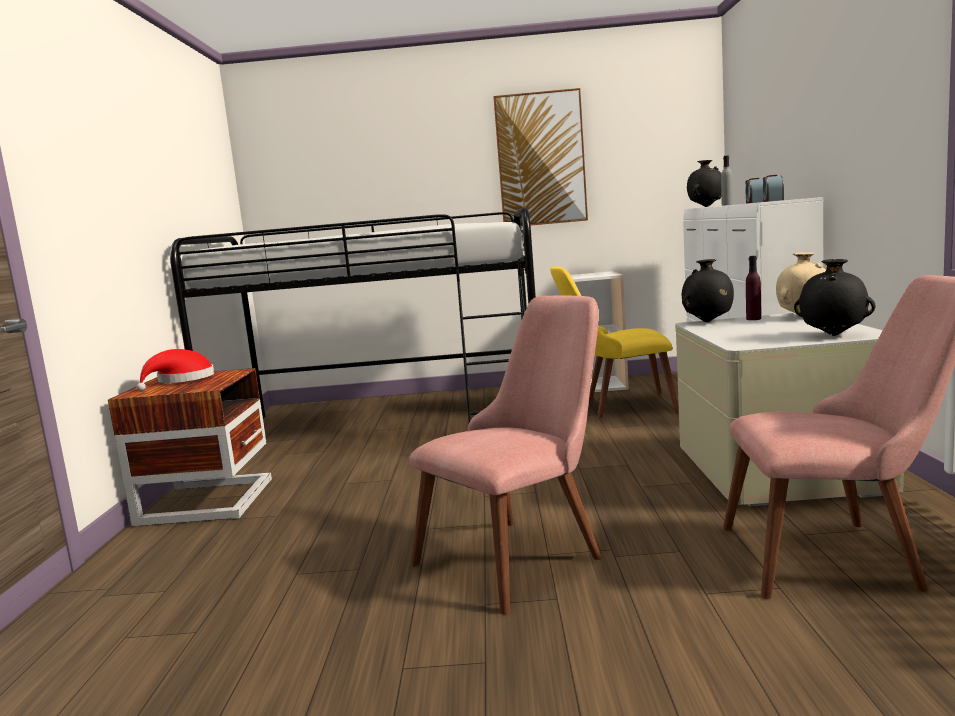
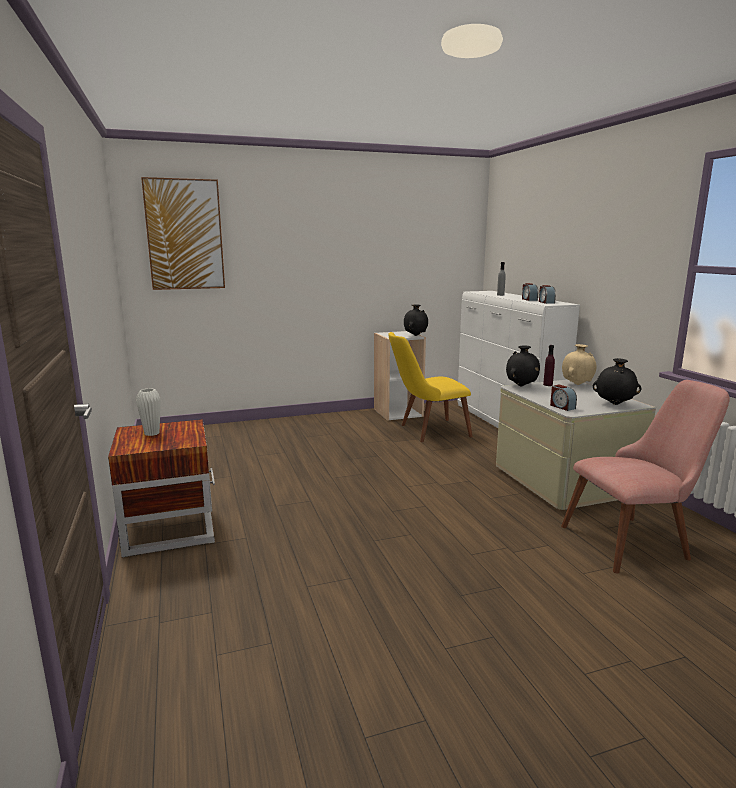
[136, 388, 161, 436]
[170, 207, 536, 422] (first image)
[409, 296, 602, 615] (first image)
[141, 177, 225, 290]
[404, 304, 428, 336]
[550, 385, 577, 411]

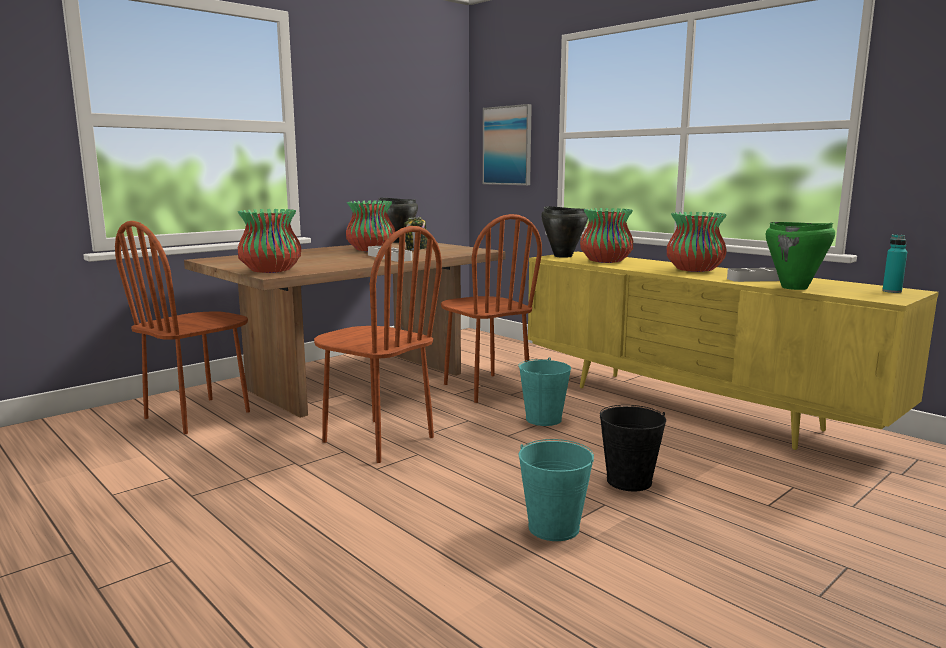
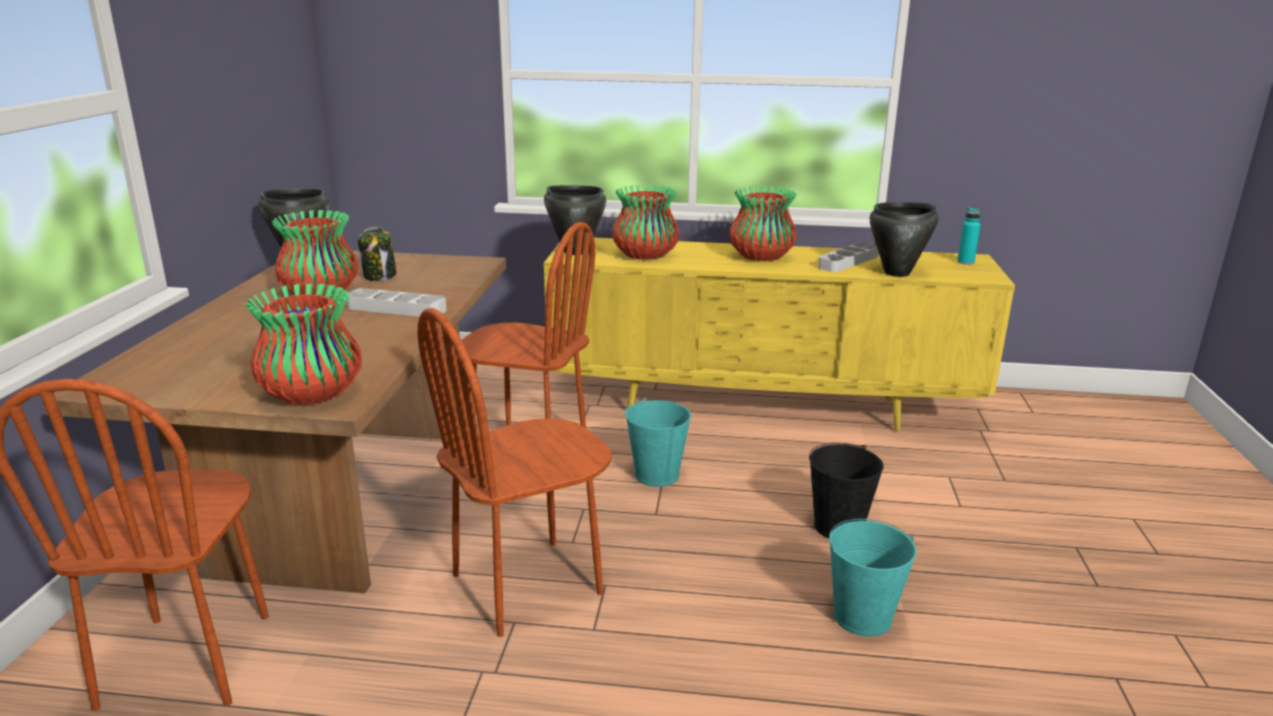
[417, 308, 611, 637]
[483, 104, 532, 185] (first image)
[870, 202, 938, 277]

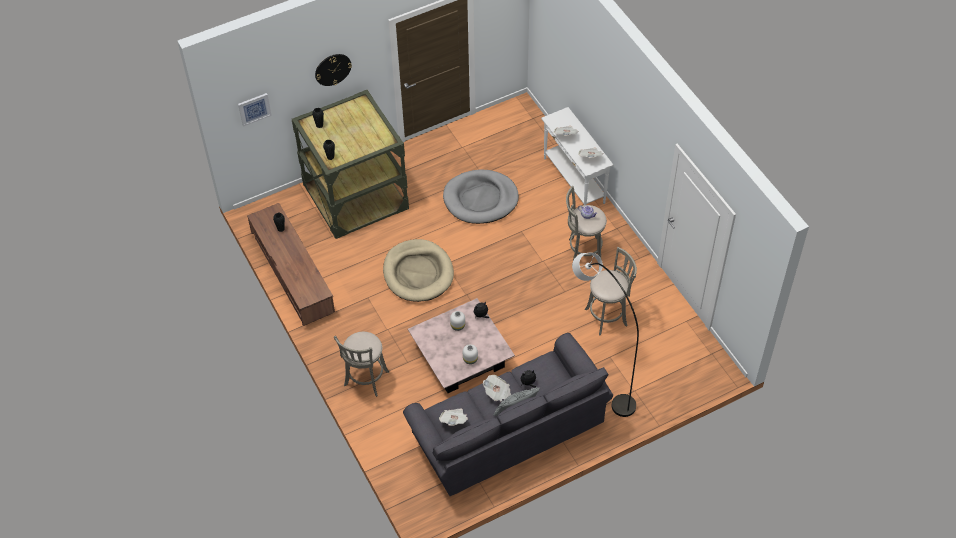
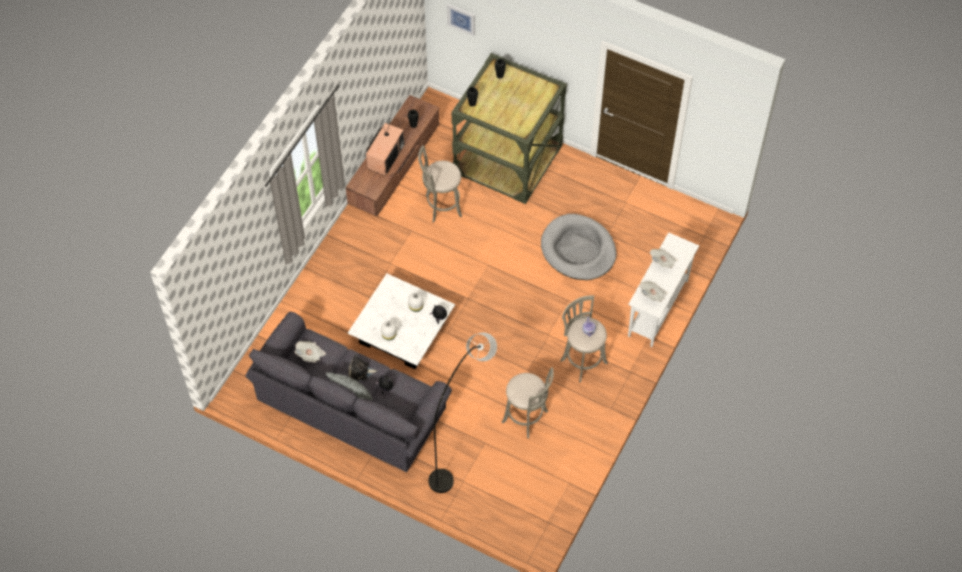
[315, 54, 352, 86] (first image)
[418, 145, 462, 223]
[383, 239, 454, 302] (first image)
[348, 274, 455, 369]
[348, 354, 377, 381]
[366, 111, 405, 176]

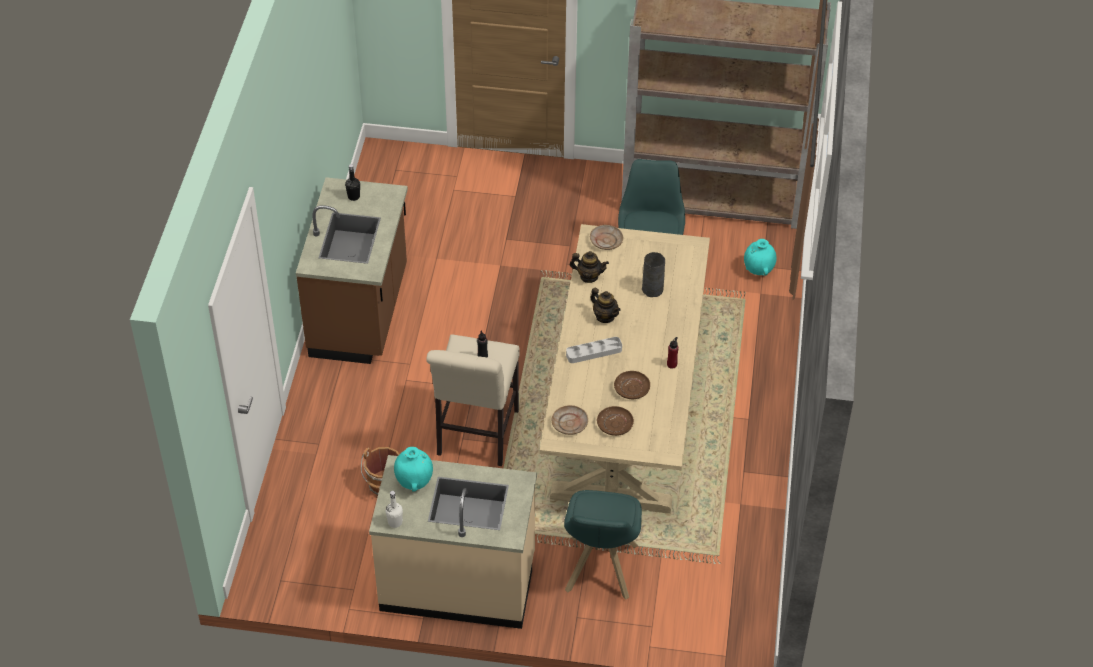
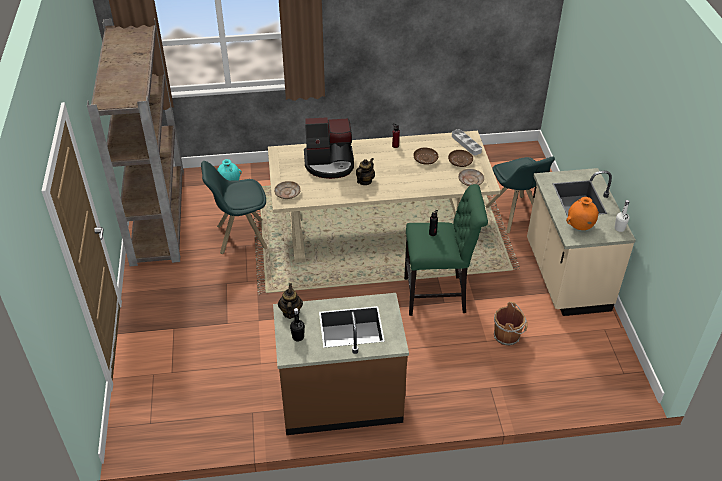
[566, 197, 599, 230]
[404, 184, 488, 316]
[485, 157, 555, 233]
[452, 129, 482, 155]
[278, 283, 303, 319]
[304, 117, 354, 179]

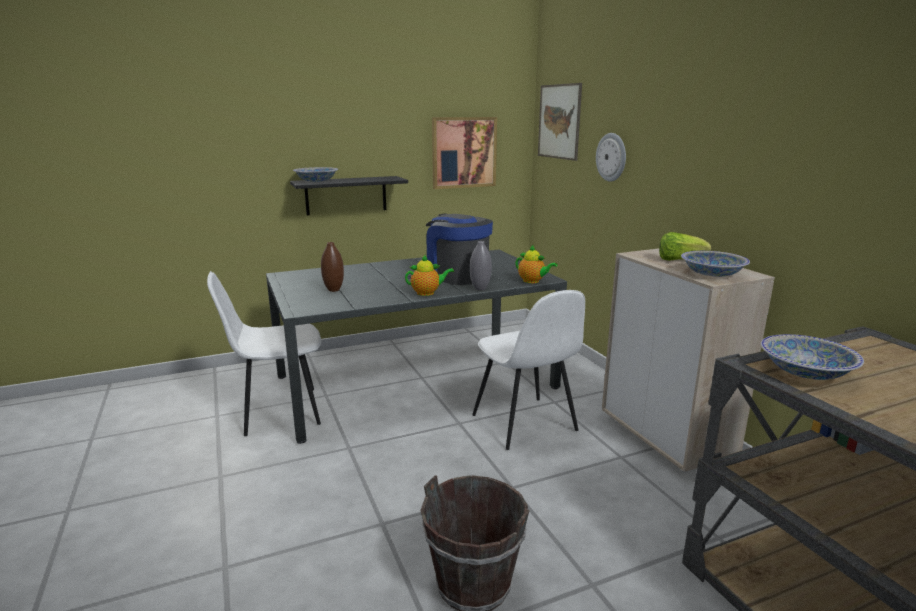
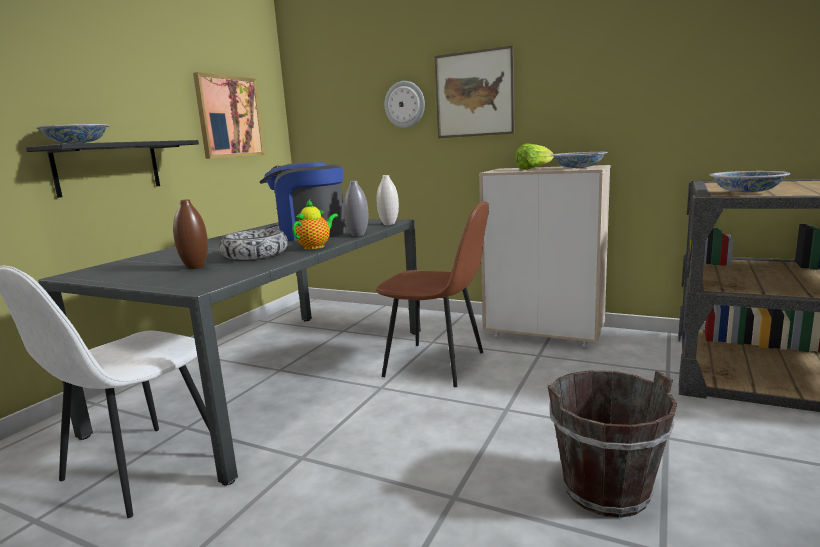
[376, 201, 489, 387]
[376, 175, 399, 225]
[435, 45, 515, 138]
[219, 229, 288, 260]

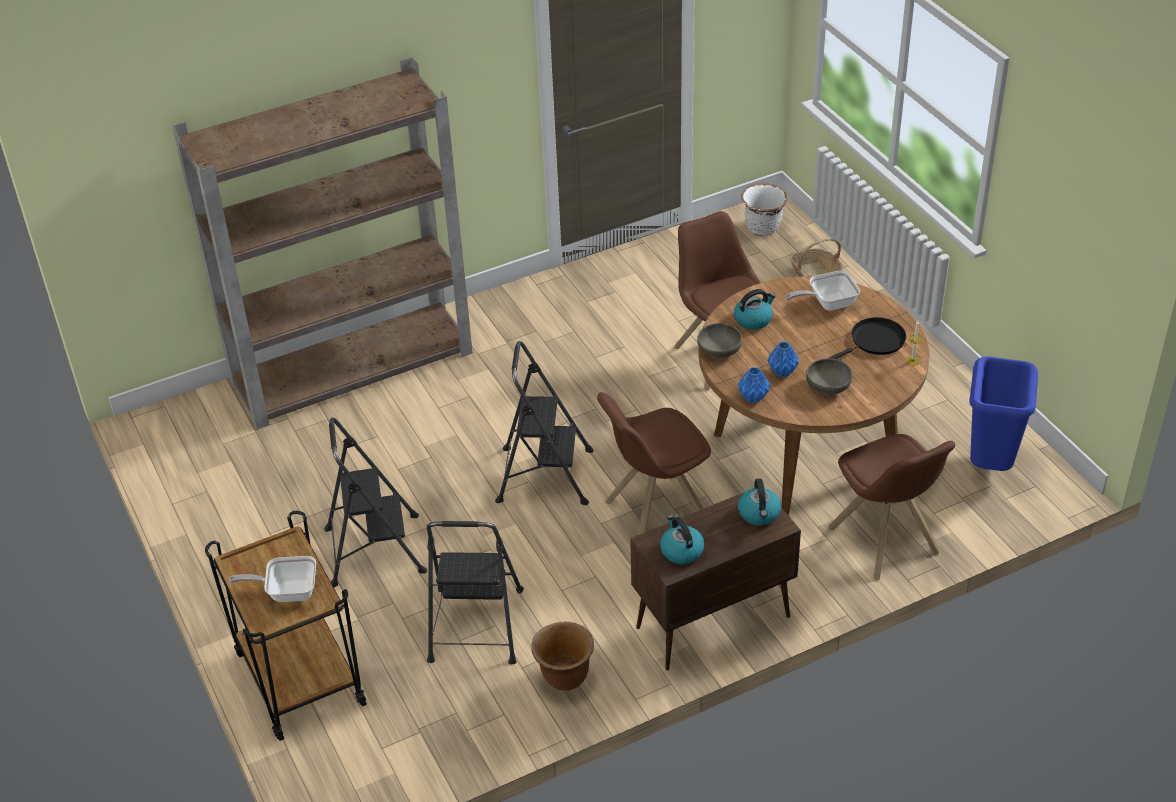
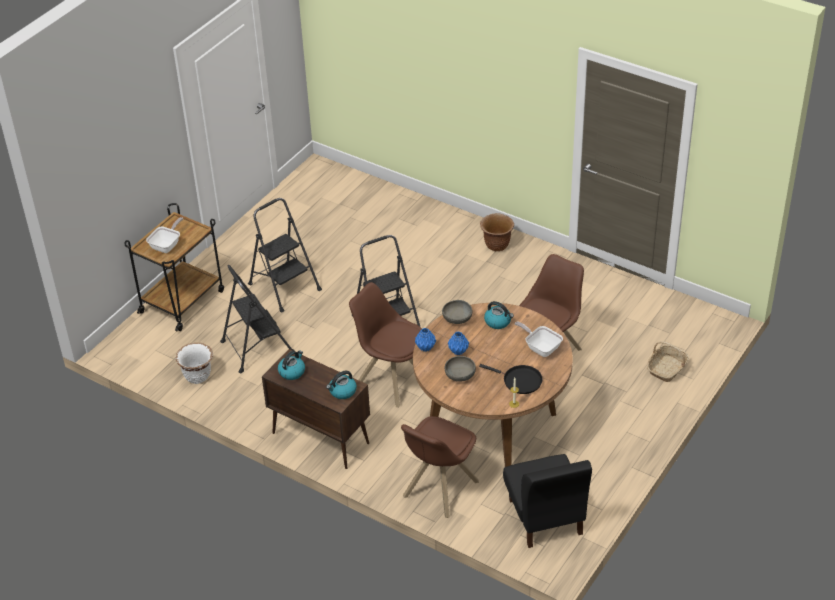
[172, 57, 473, 429] (first image)
[146, 217, 183, 253]
[480, 213, 514, 251]
[176, 343, 213, 384]
[503, 454, 592, 548]

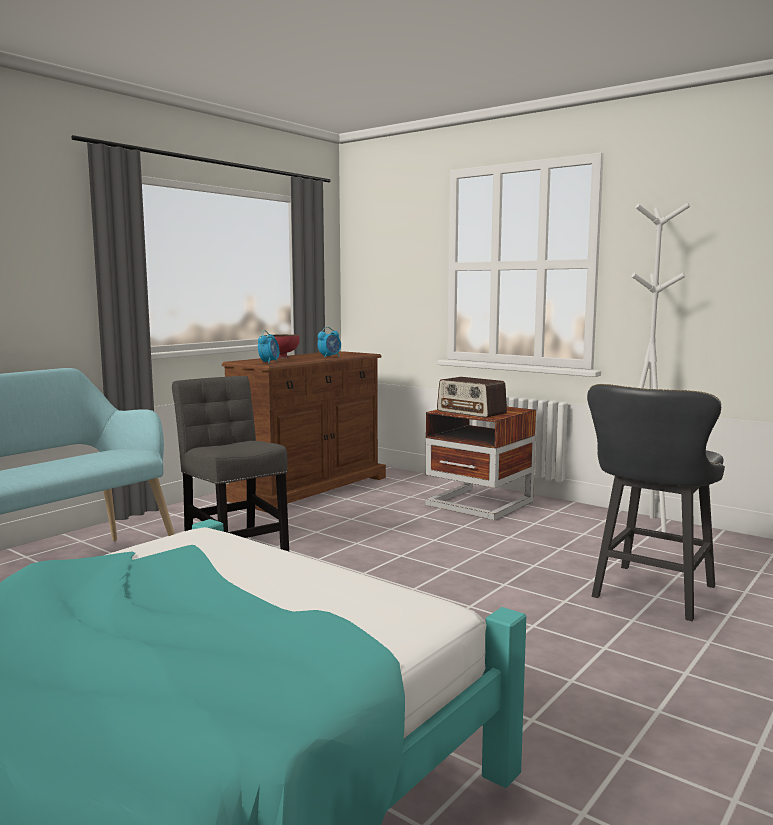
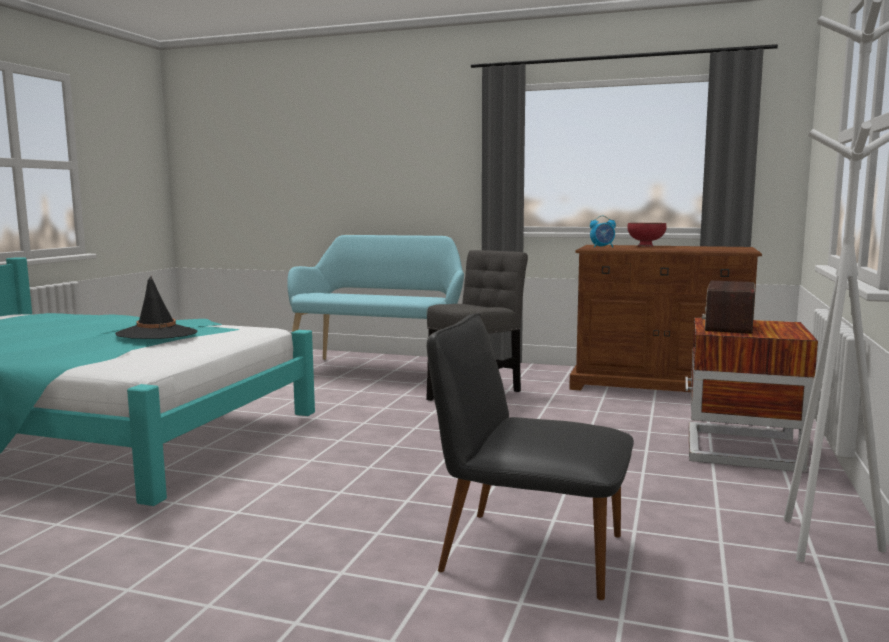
[318, 327, 341, 358] (first image)
[427, 313, 634, 600]
[115, 276, 198, 339]

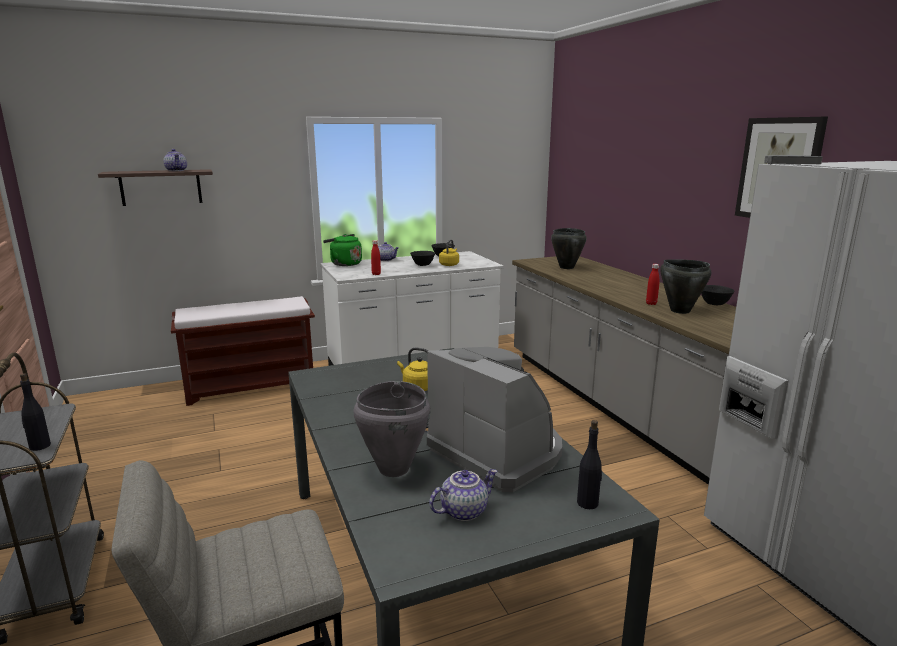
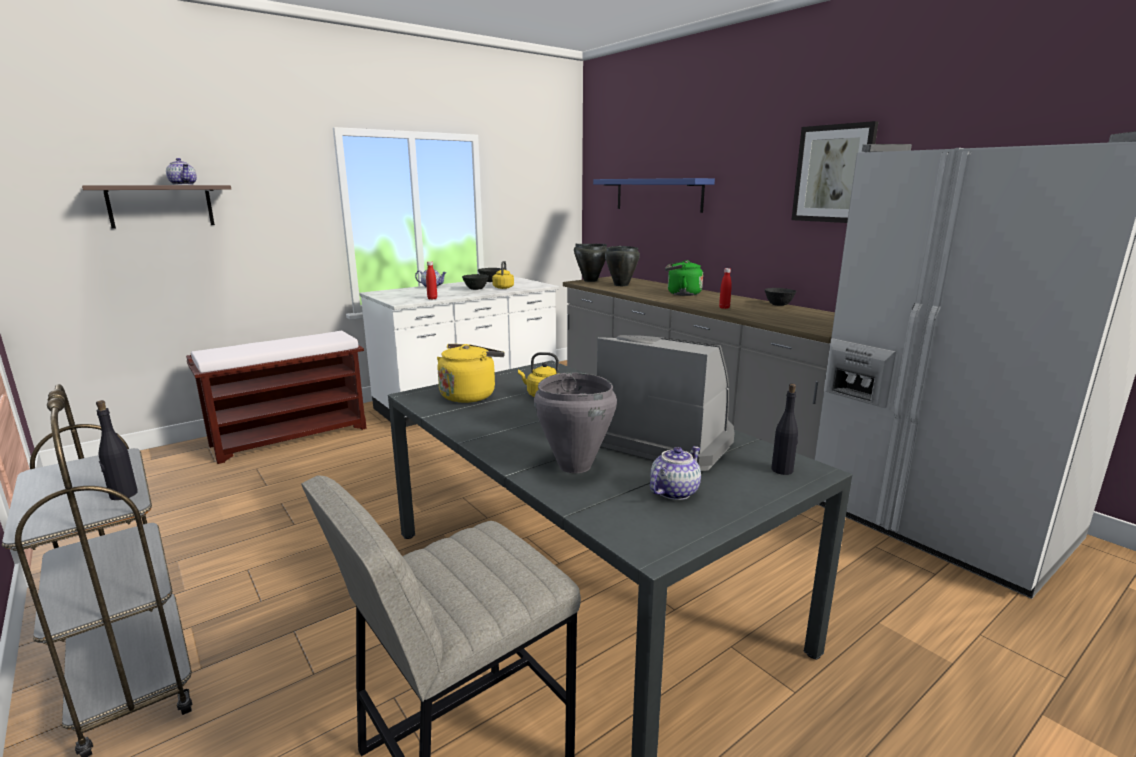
[665, 260, 703, 296]
[574, 244, 607, 282]
[437, 344, 505, 403]
[593, 178, 715, 213]

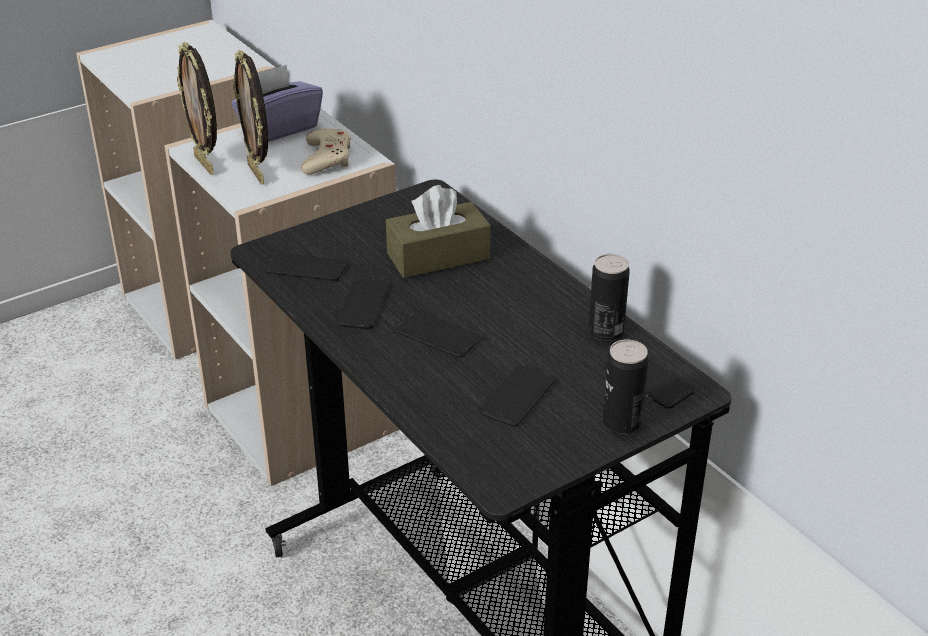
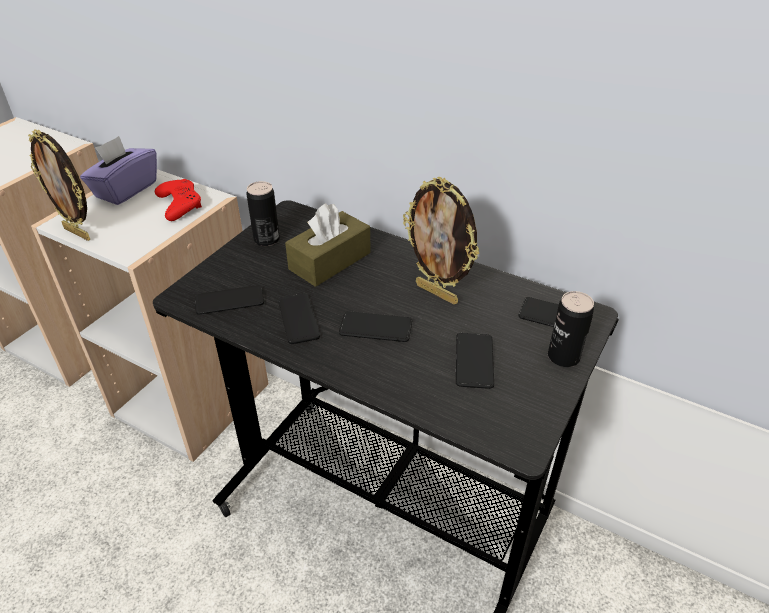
[403, 177, 479, 305]
[155, 179, 202, 221]
[247, 181, 280, 246]

